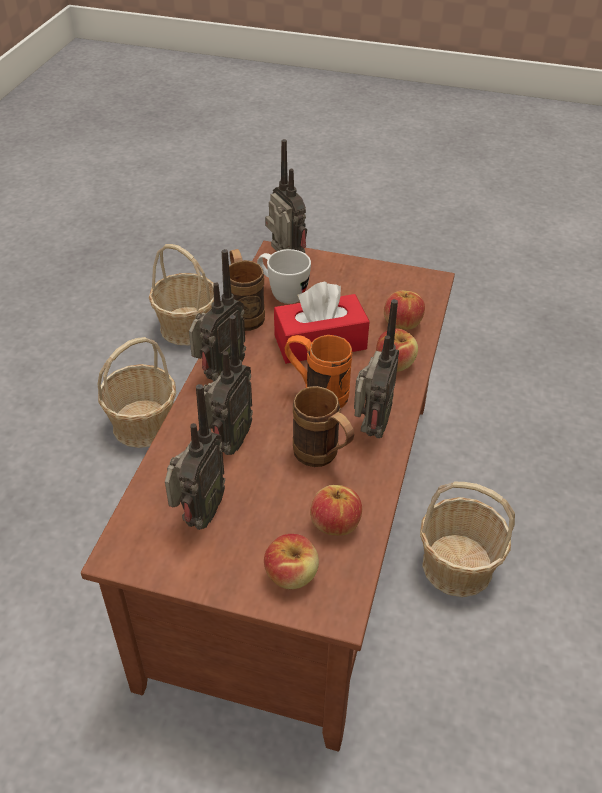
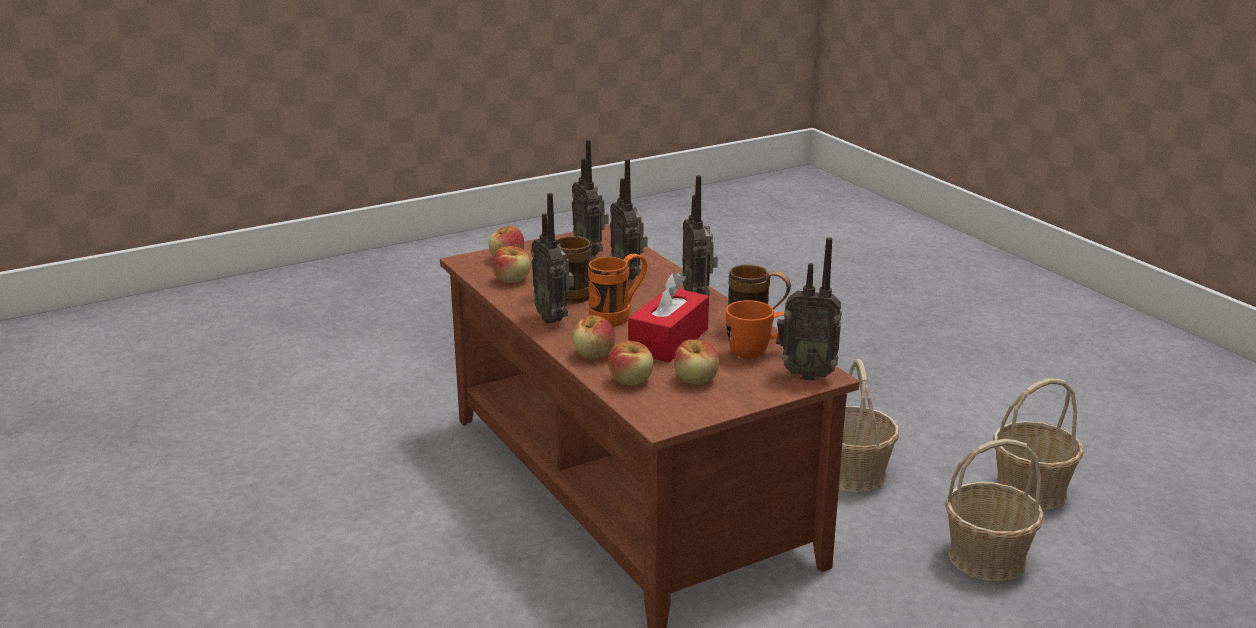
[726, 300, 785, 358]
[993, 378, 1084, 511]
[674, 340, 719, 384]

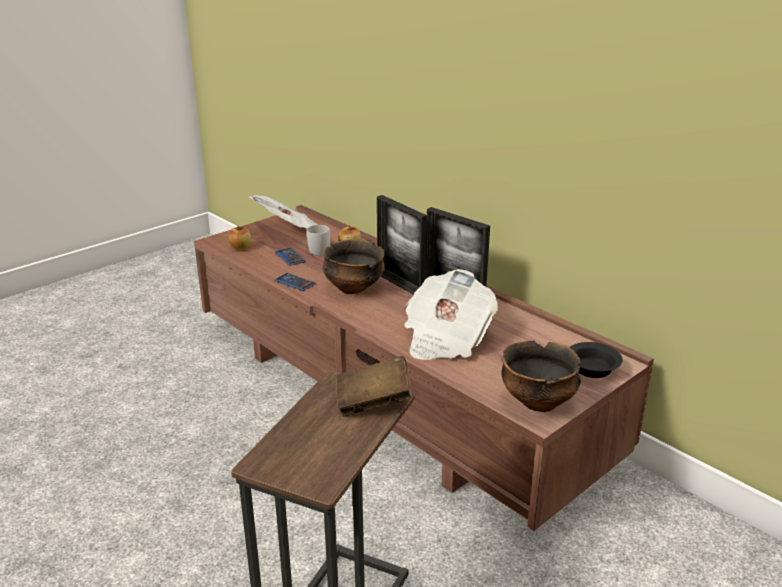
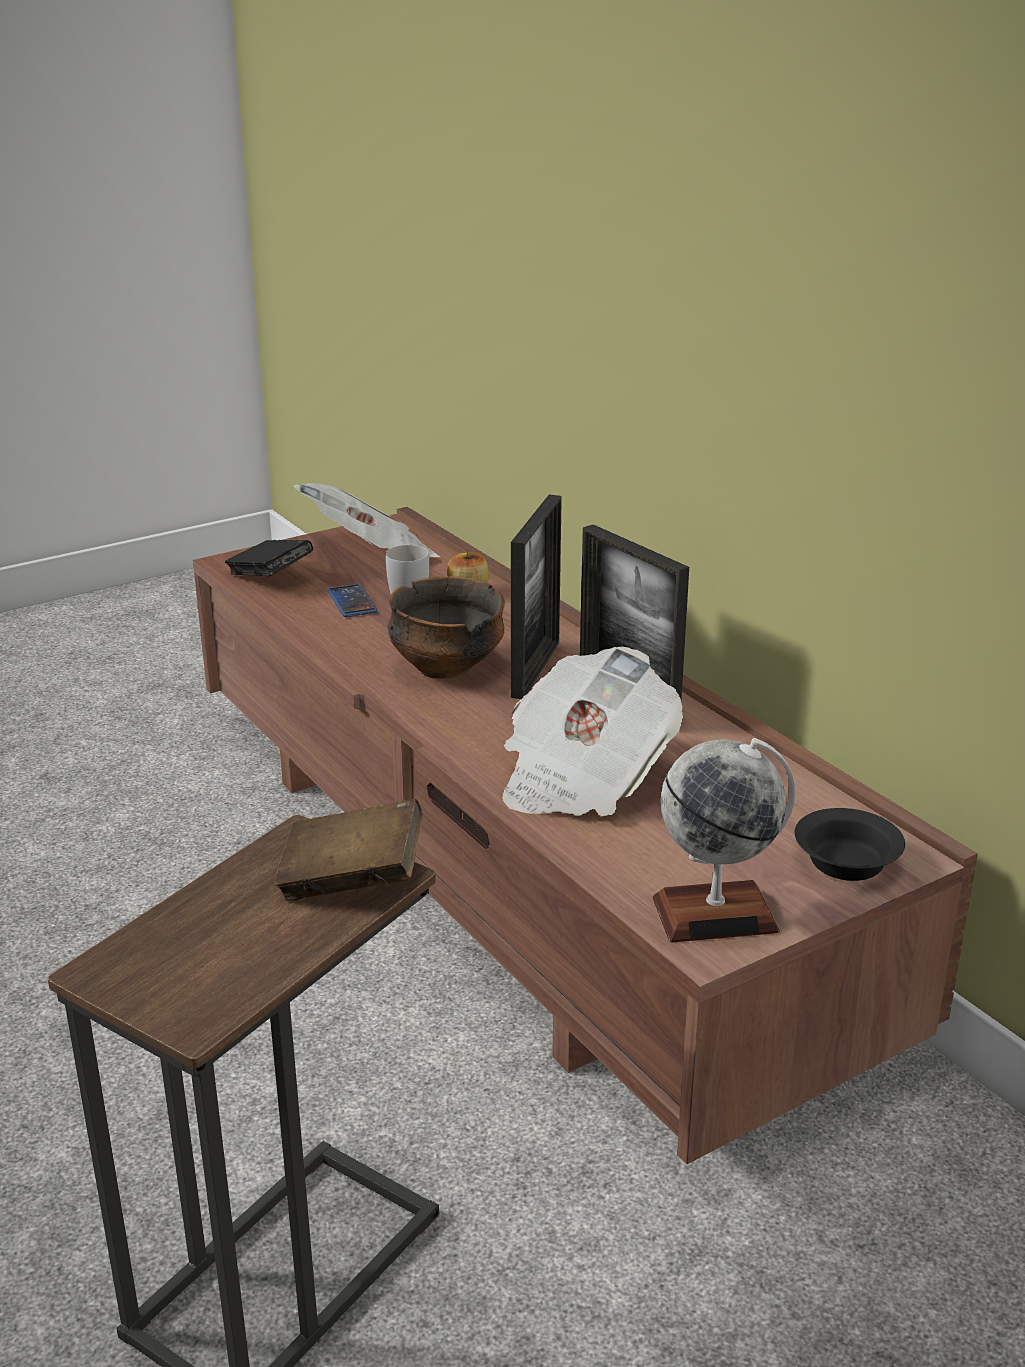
[225, 540, 313, 576]
[274, 273, 316, 291] (first image)
[511, 495, 562, 699]
[653, 738, 796, 943]

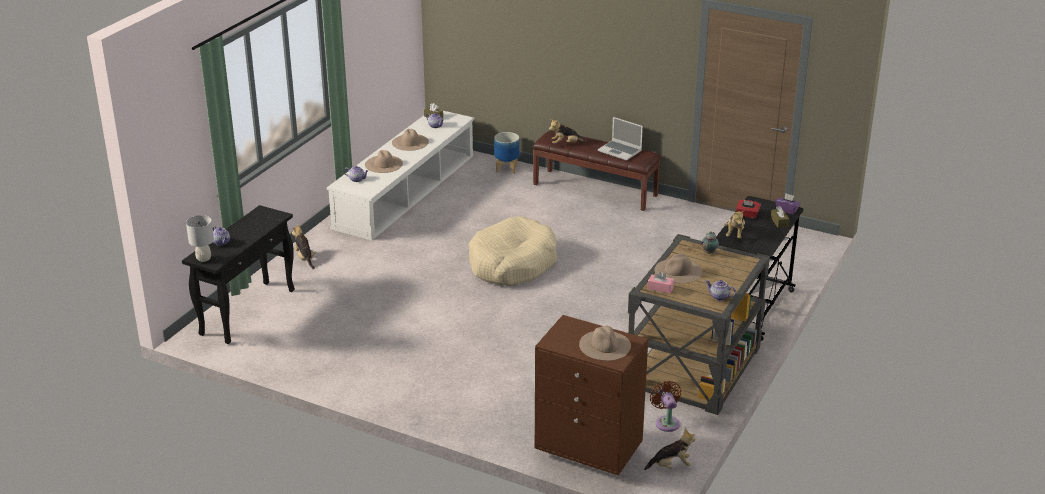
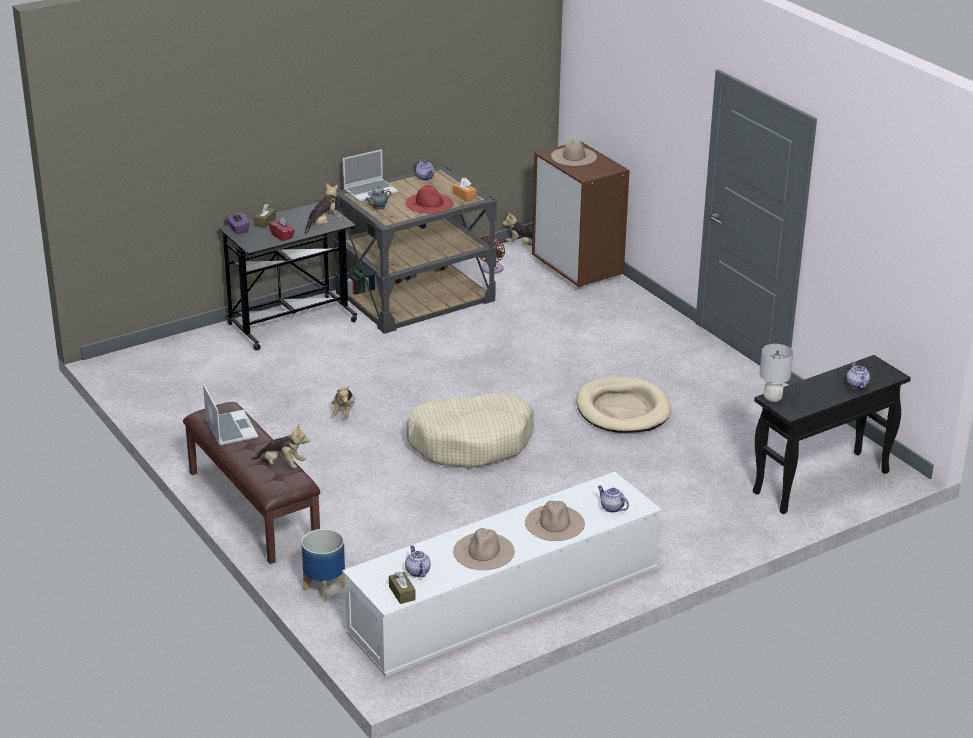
[760, 344, 794, 402]
[331, 386, 355, 418]
[453, 178, 476, 201]
[405, 185, 454, 214]
[343, 149, 398, 202]
[576, 377, 671, 433]

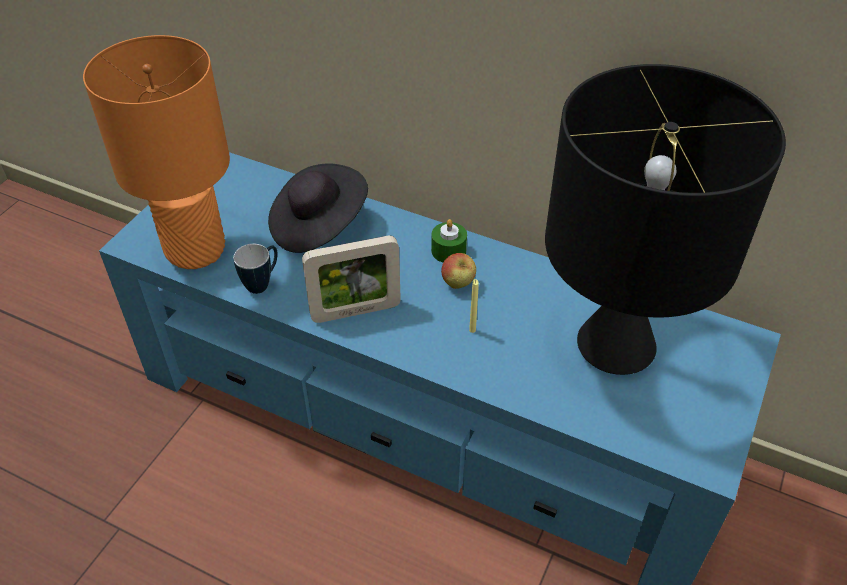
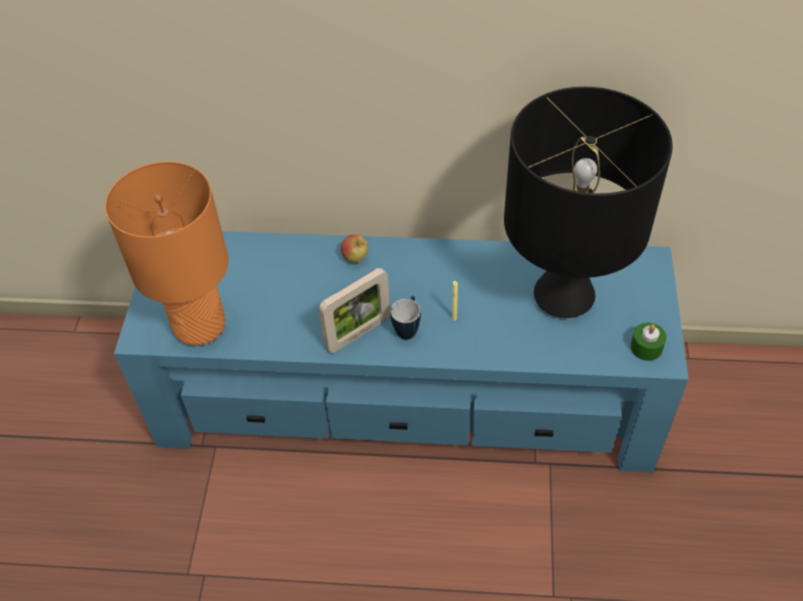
[390, 296, 421, 340]
[268, 163, 368, 253] (first image)
[630, 322, 667, 361]
[341, 234, 368, 263]

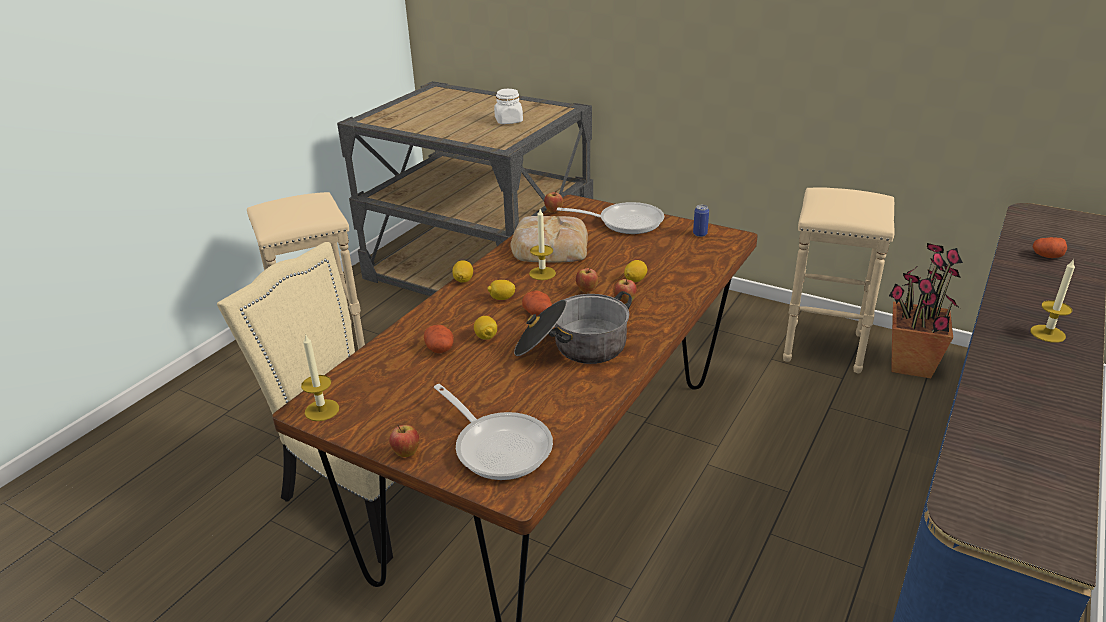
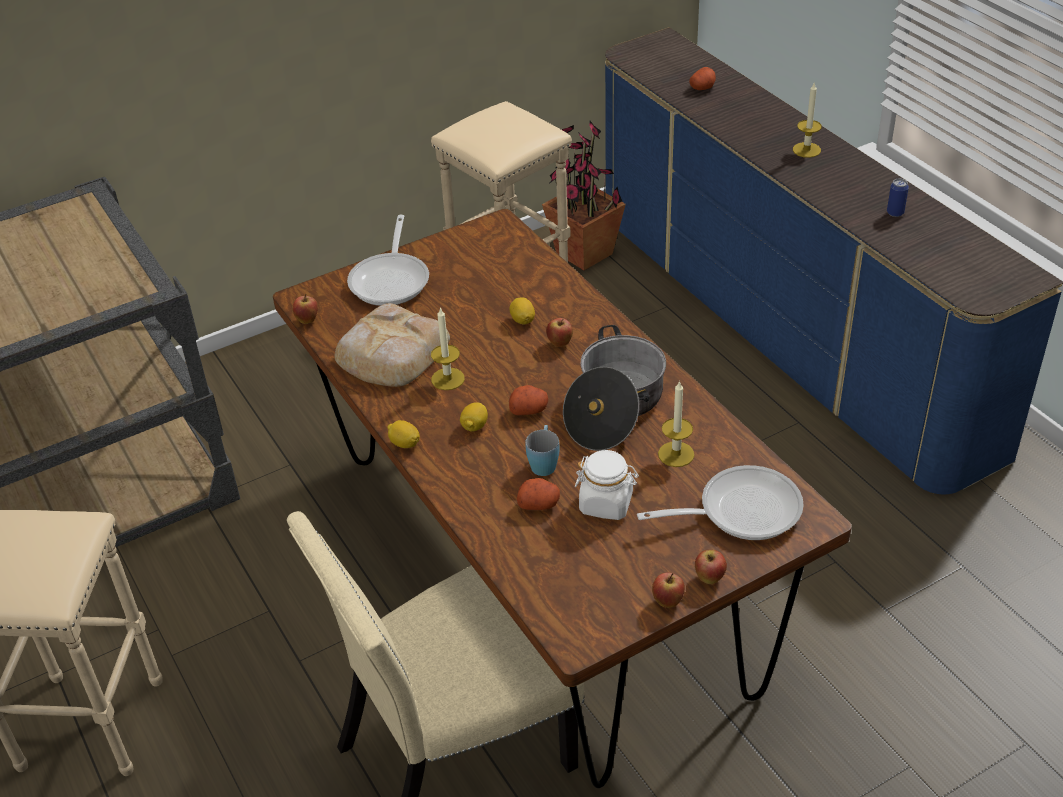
[658, 380, 695, 467]
[525, 425, 559, 476]
[575, 450, 639, 520]
[347, 215, 429, 306]
[652, 573, 685, 608]
[887, 179, 909, 217]

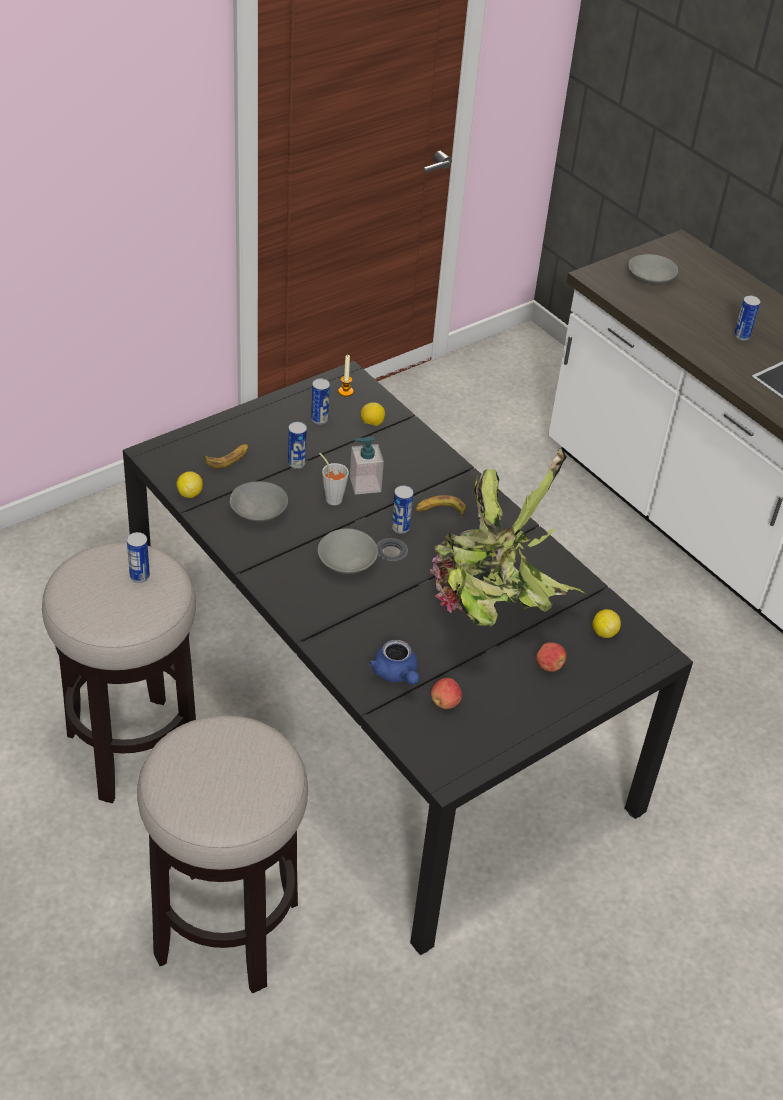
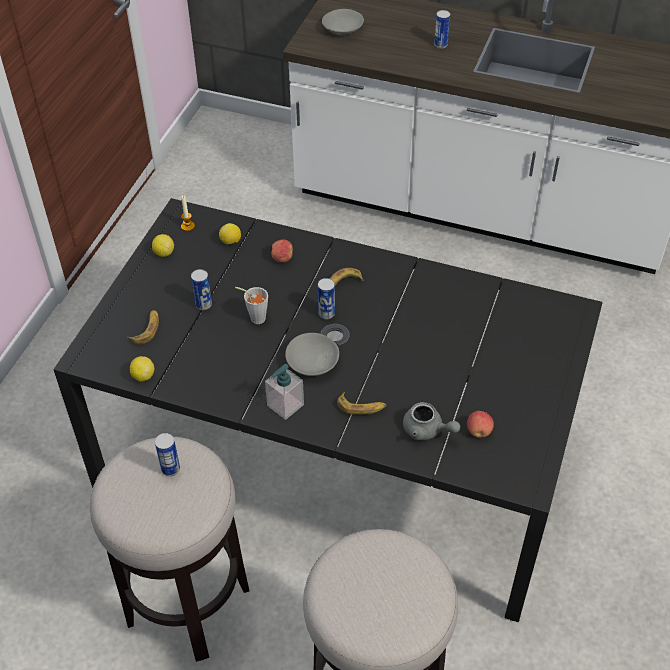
[230, 481, 288, 522] (first image)
[311, 378, 330, 425] (first image)
[265, 364, 304, 420]
[403, 402, 460, 440]
[430, 448, 586, 627] (first image)
[271, 240, 293, 262]
[152, 234, 174, 257]
[337, 392, 387, 414]

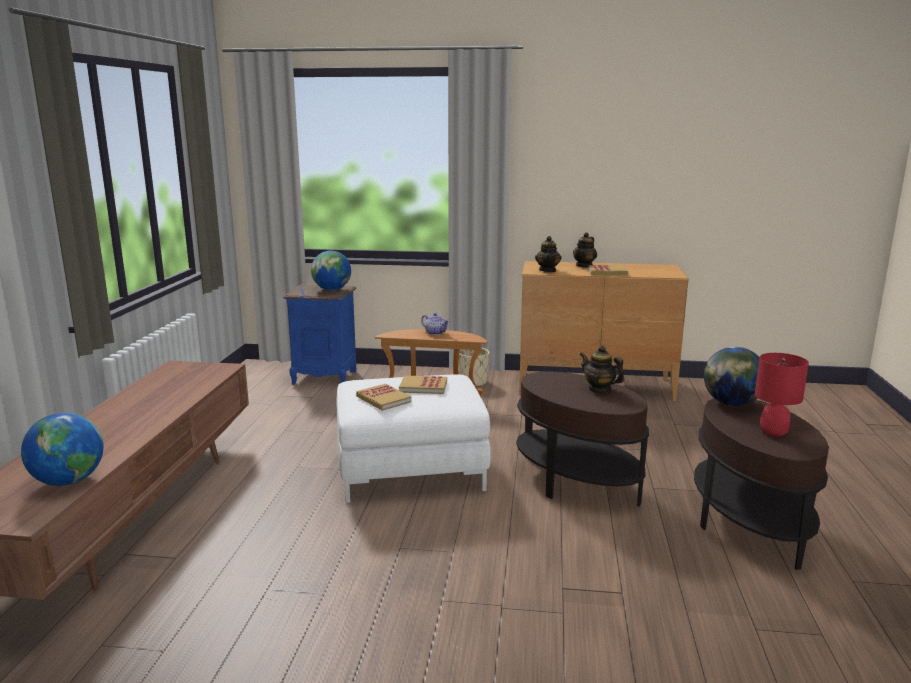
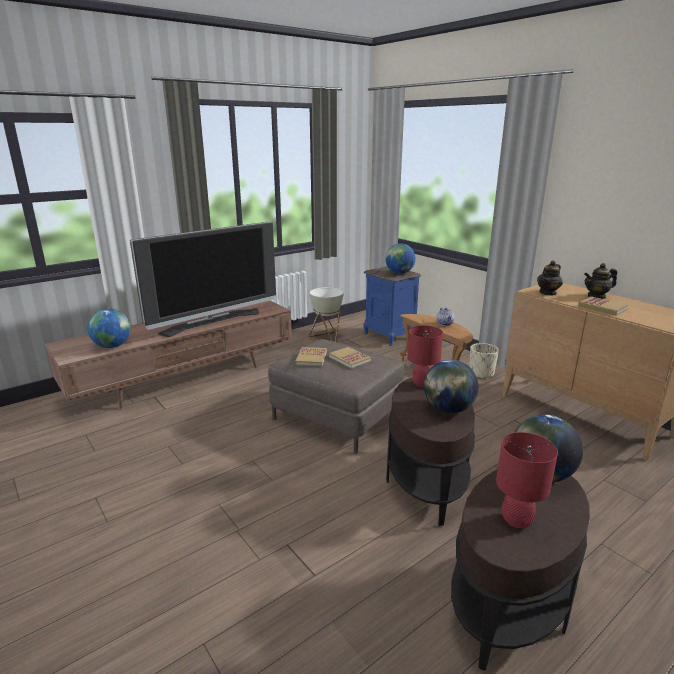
[268, 339, 404, 454]
[424, 360, 479, 413]
[130, 222, 276, 337]
[308, 287, 344, 342]
[407, 325, 443, 388]

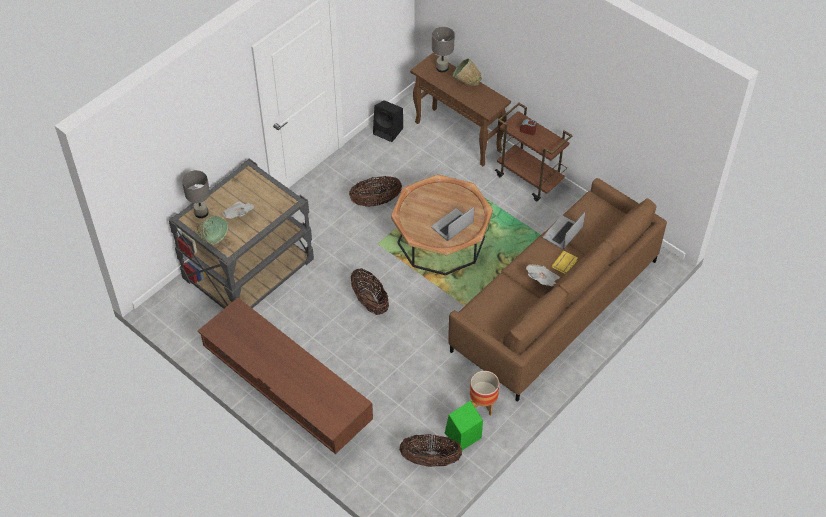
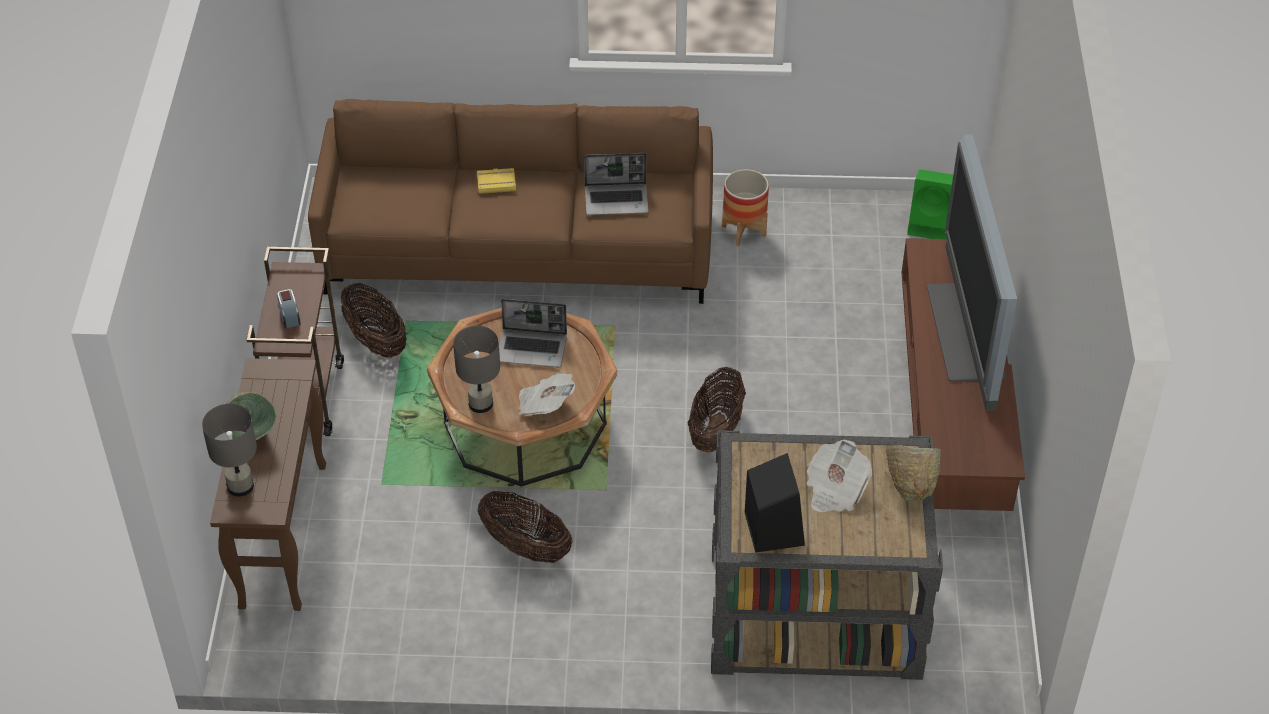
[453, 326, 500, 413]
[745, 453, 805, 553]
[341, 283, 406, 358]
[907, 169, 953, 239]
[519, 374, 575, 416]
[584, 153, 649, 215]
[927, 134, 1017, 411]

